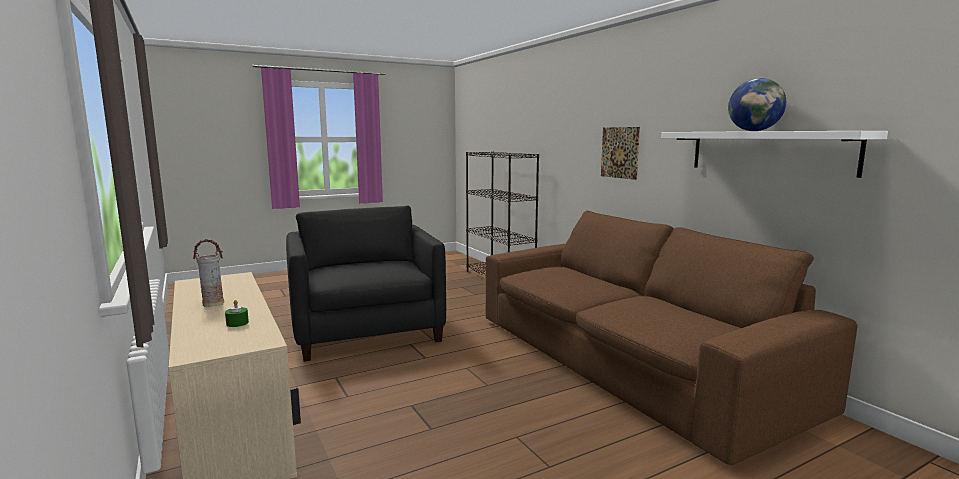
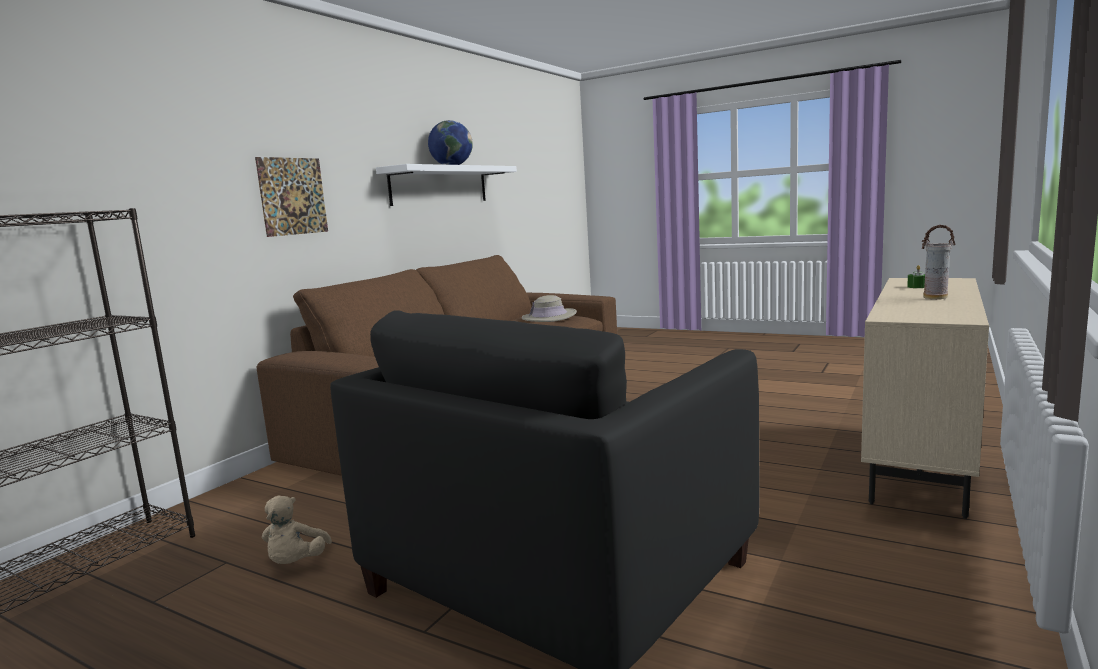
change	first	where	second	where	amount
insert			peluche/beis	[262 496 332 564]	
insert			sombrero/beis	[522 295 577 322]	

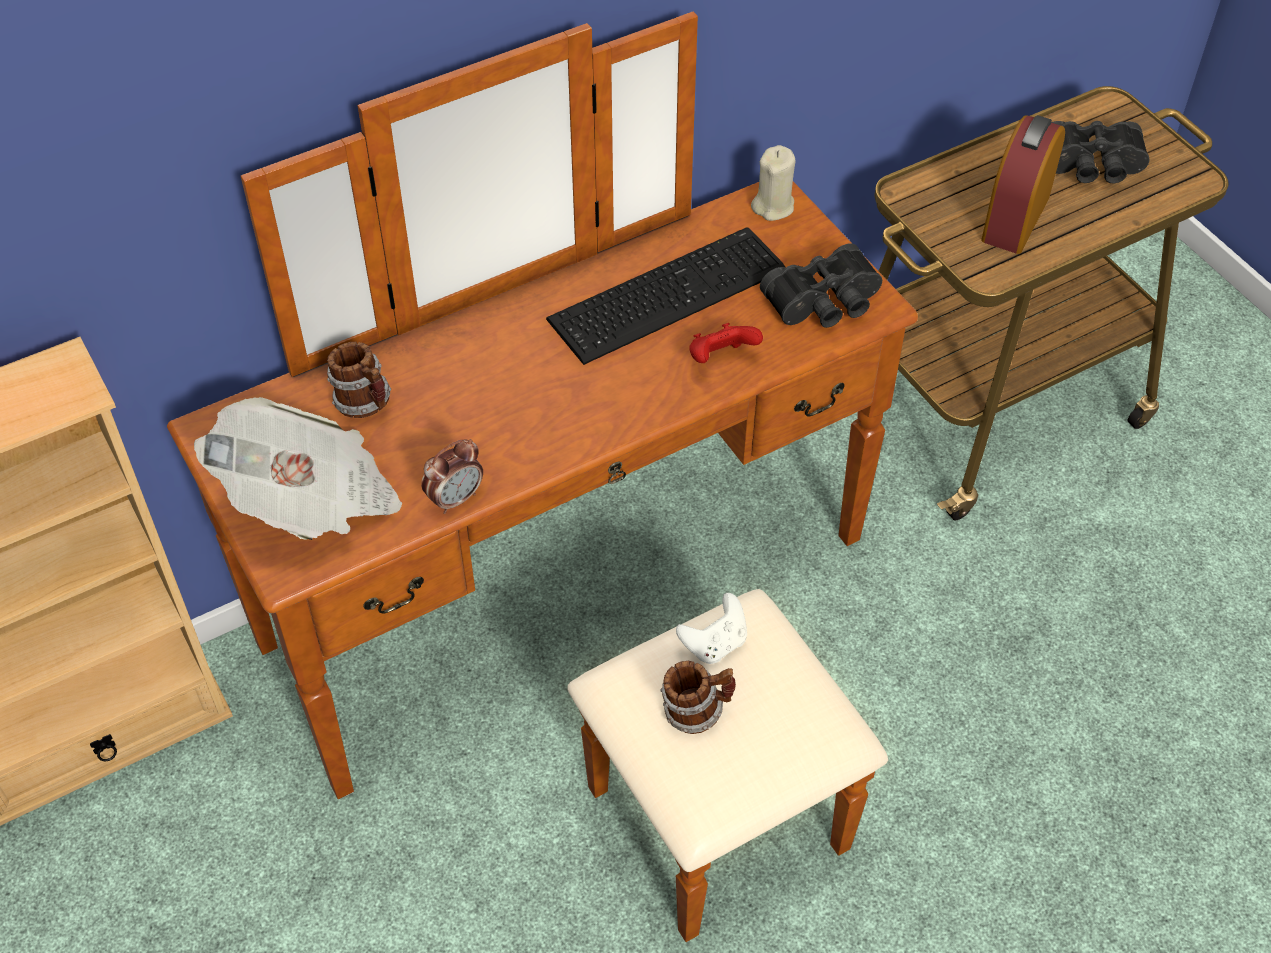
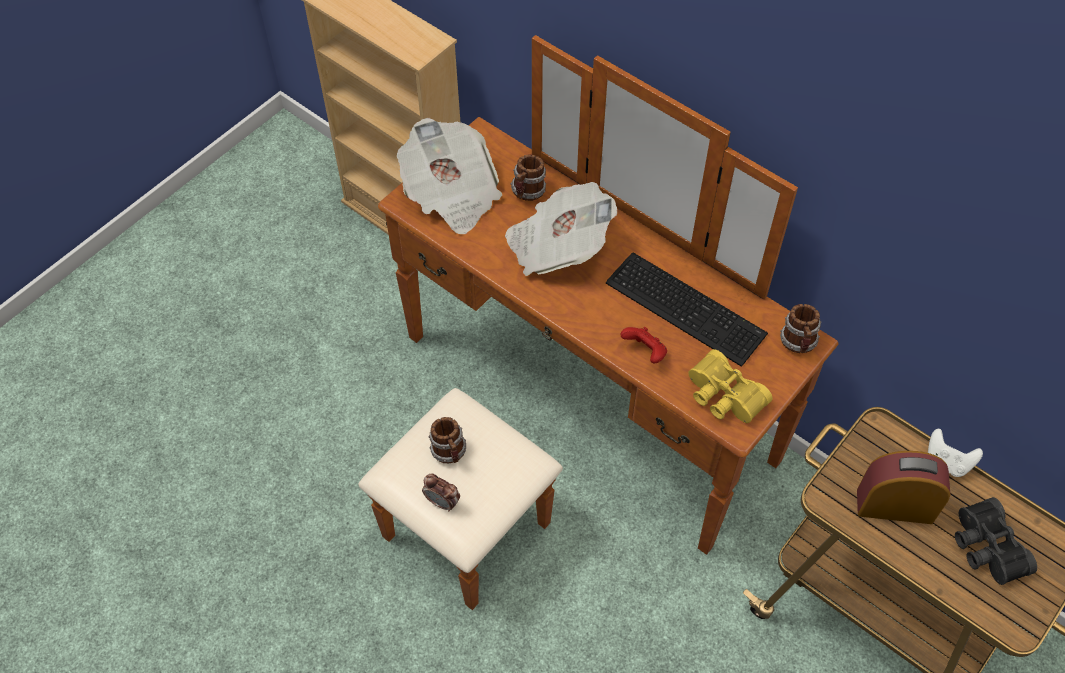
change	first	where	second	where	amount
insert			periódico	[505 182 617 276]	
move	despertador	[421 439 483 514]		[422 474 460 512]	
move	mando de consola/blanco	[676 593 747 664]		[928 429 983 477]	
replace	vela/beis	[751 145 795 221]	taza grande	[780 304 821 353]	
recolor	prismáticos/negro	[760 243 882 328]	prismáticos/amarillo	[688 349 772 423]	

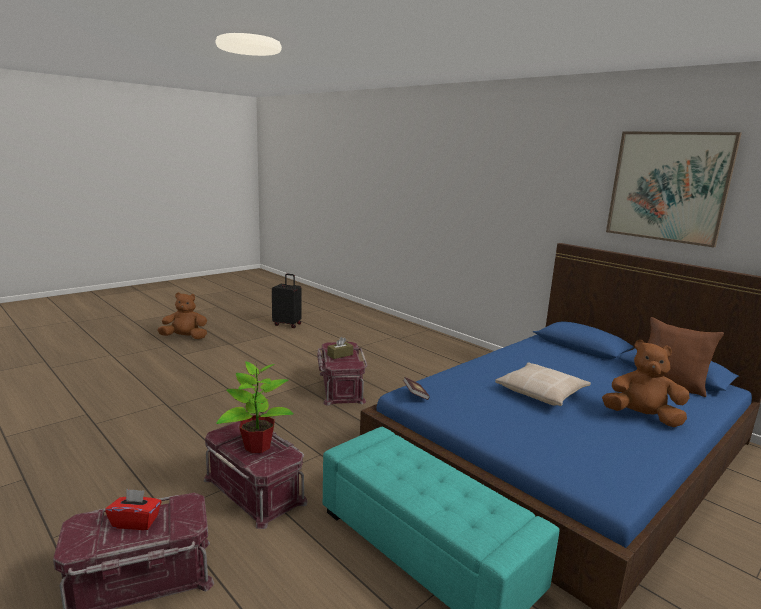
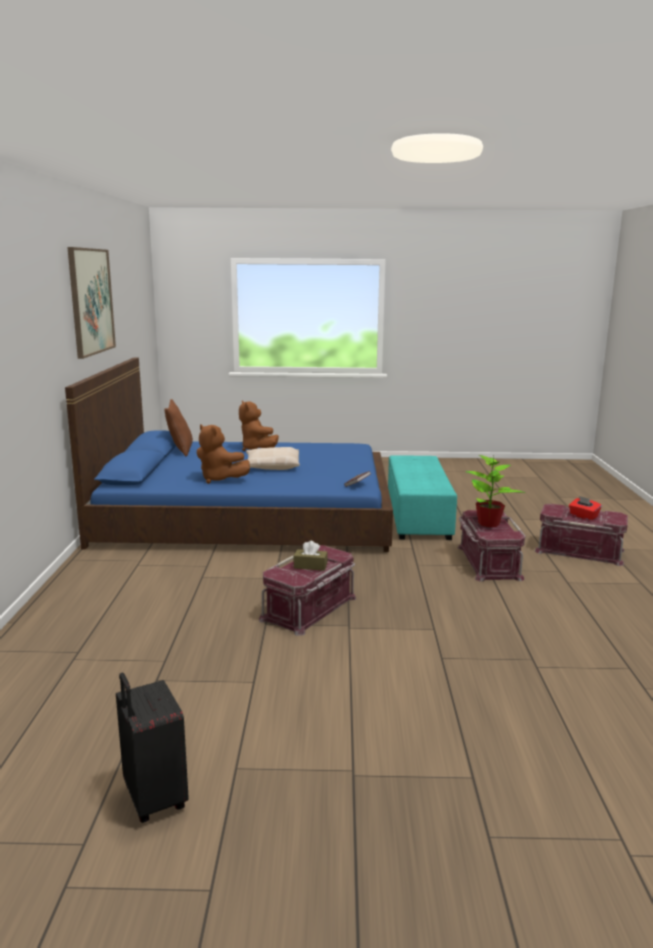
change	first	where	second	where	amount
move	peluche/marrón	[158 292 207 339]		[197 424 250 484]	

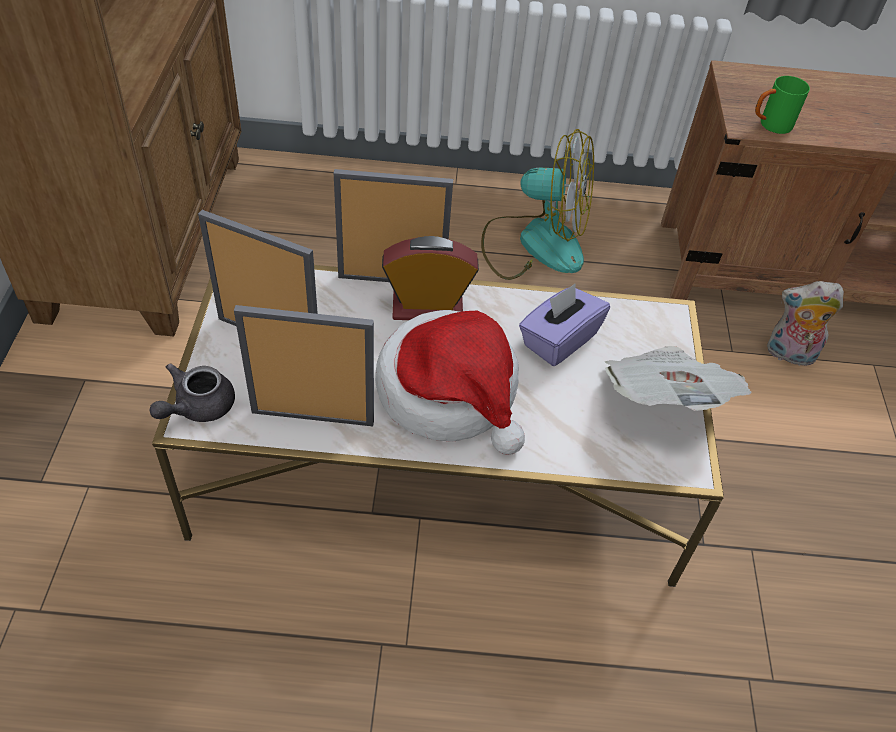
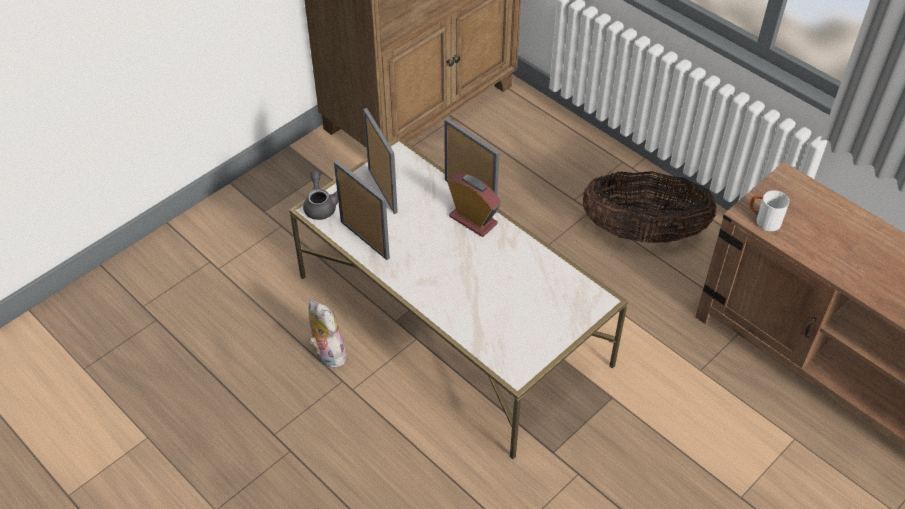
change	first	where	second	where	amount
delete	sombrero	[375 310 525 455]			
delete	caja de pañuelos/morado	[519 284 610 366]			
delete	periódico	[605 346 752 411]			
move	peluche	[767 281 844 369]		[309 300 346 368]	
replace	ventilador	[481 129 594 280]	cesta	[583 171 717 243]	
recolor	taza grande/verde	[755 76 810 134]	taza grande/blanco	[750 190 790 231]	
rotate	tetera/gris	[150 363 235 422]		[303 170 338 220]	90 degrees clockwise

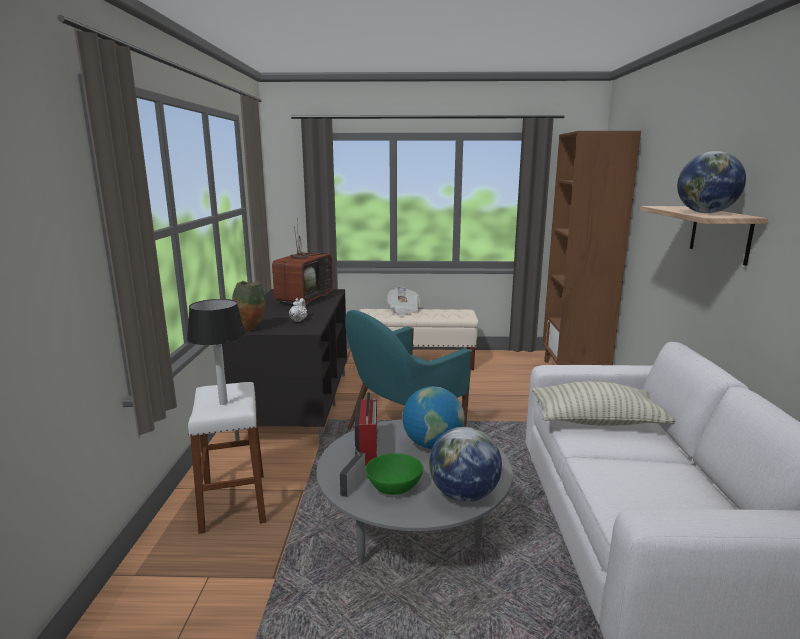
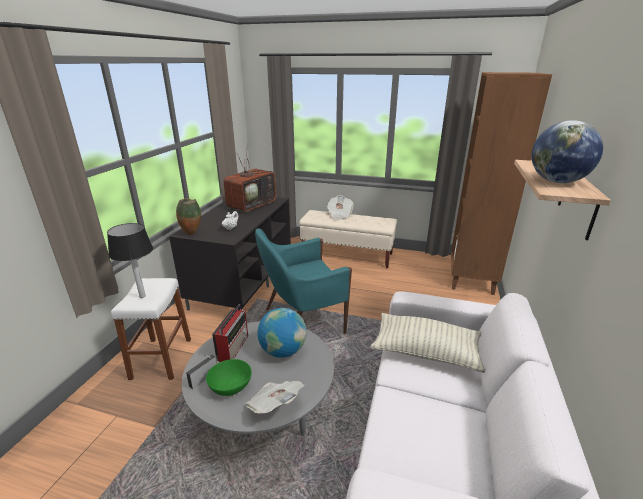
change	first	where	second	where	amount
replace	globo terráqueo	[429 426 502 502]	periódico	[245 380 304 414]	

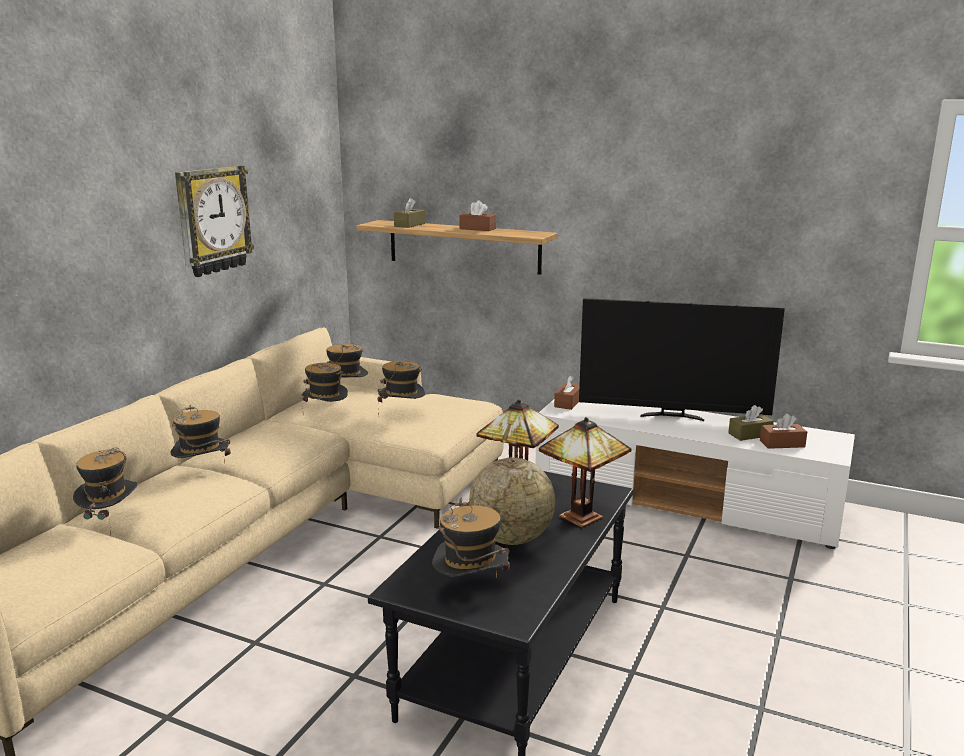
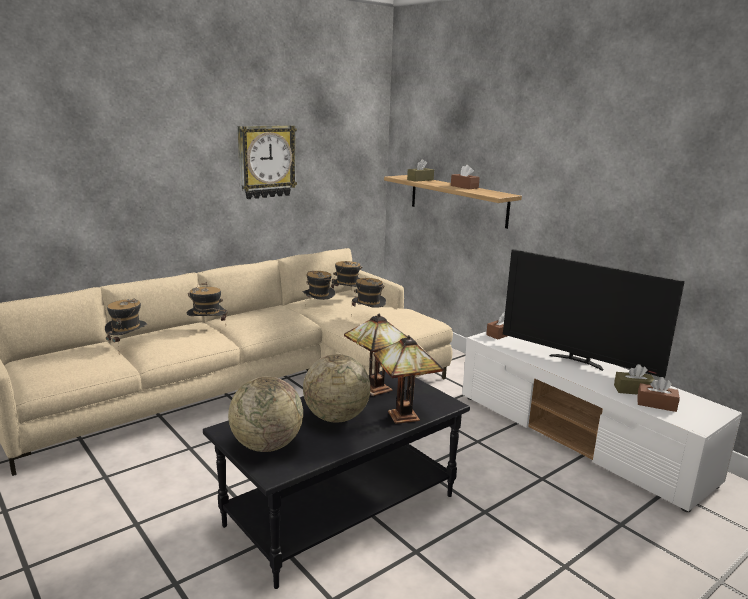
change	first	where	second	where	amount
replace	sombrero	[432 497 510 578]	globo terráqueo	[228 377 303 452]	

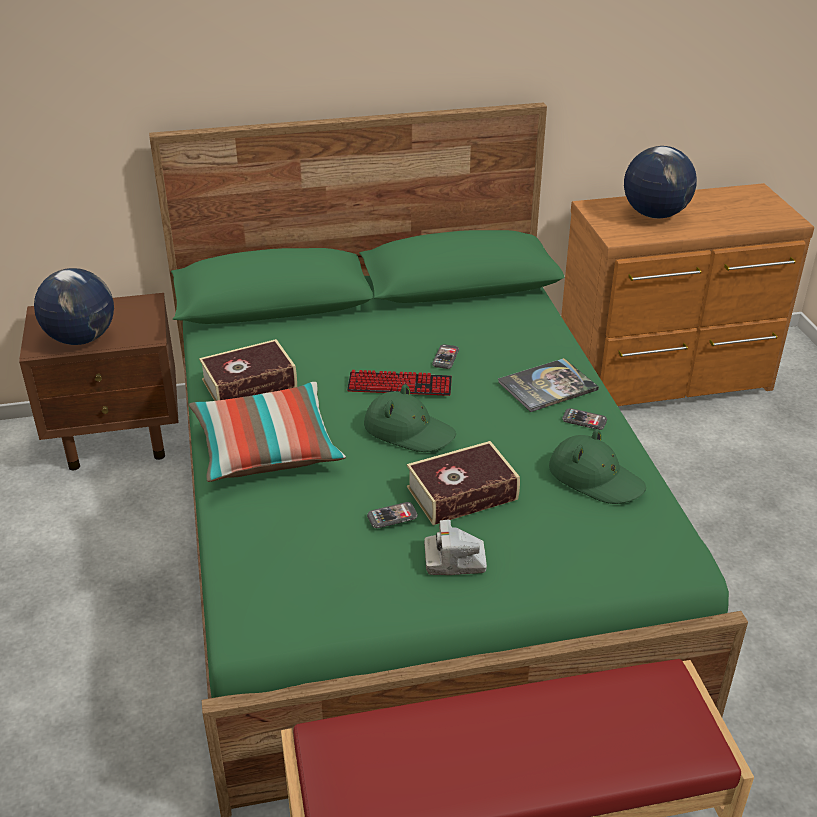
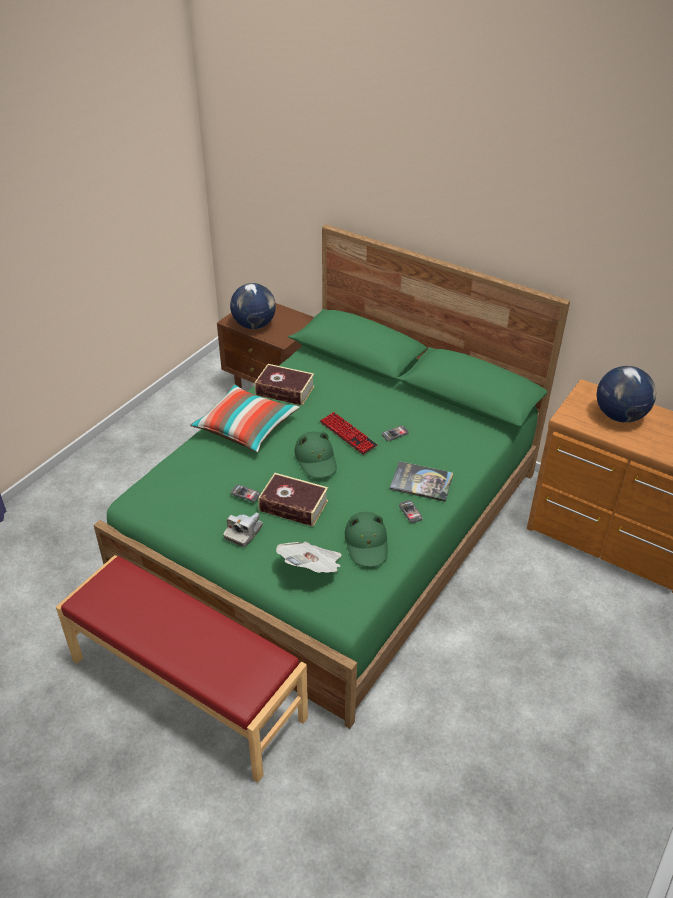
change	first	where	second	where	amount
insert			periódico	[276 542 342 573]	
rotate	cámara	[424 520 487 575]		[223 513 263 547]	105 degrees counterclockwise

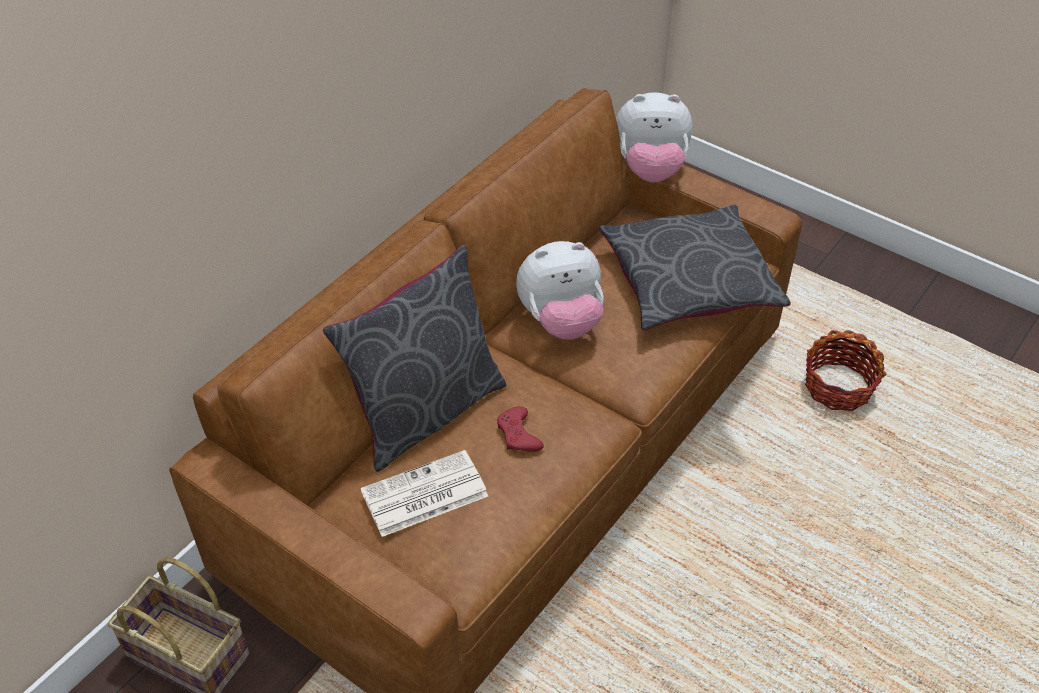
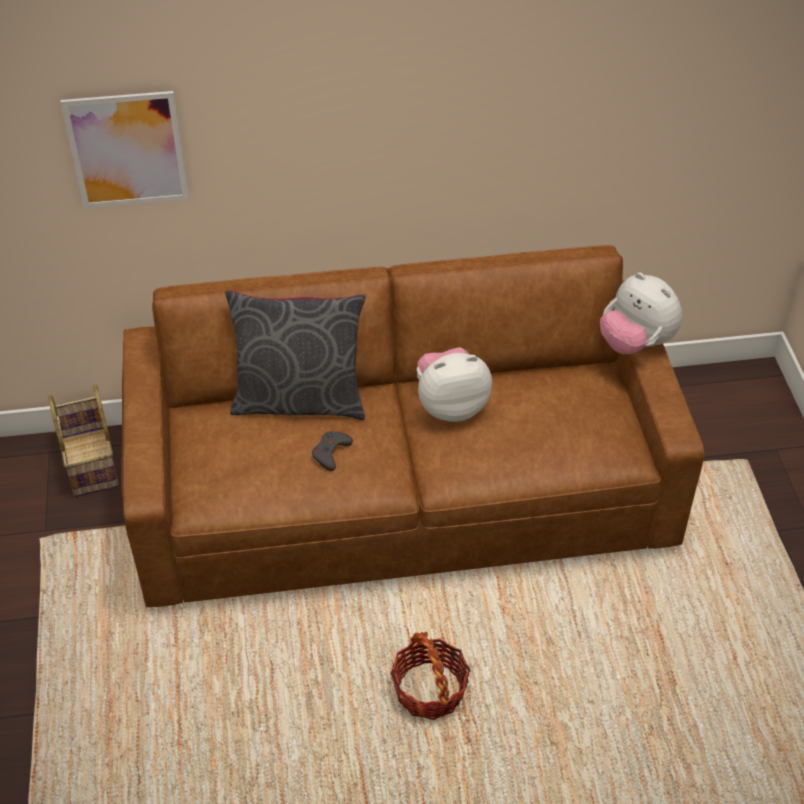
change	first	where	second	where	amount
delete	periódico	[360 450 488 537]			
delete	cojín/gris	[599 205 790 331]			
insert			cuadro	[61 91 189 208]	
move	cesta	[805 330 887 411]		[390 632 470 720]	
recolor	mando de consola/rojo	[497 406 544 452]	mando de consola/gris	[312 431 353 471]	
rotate	peluche	[516 241 604 340]		[417 347 492 422]	135 degrees clockwise

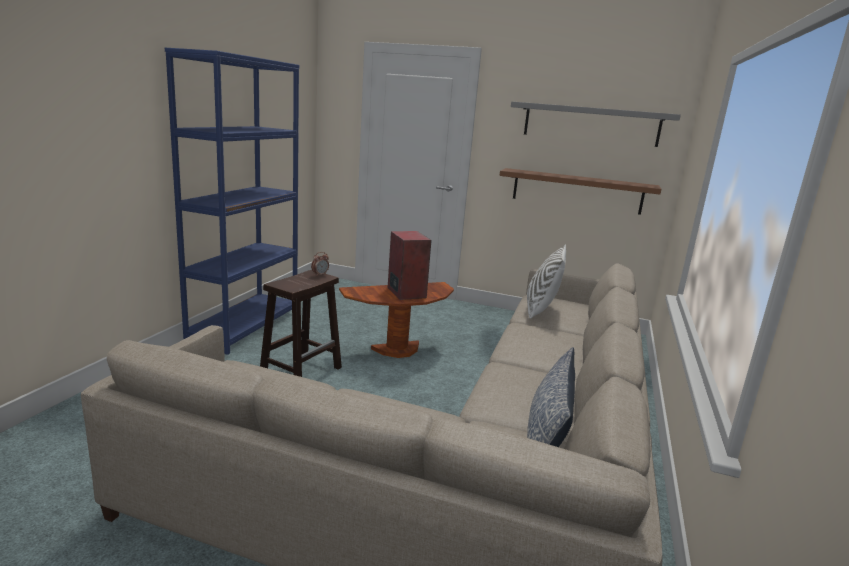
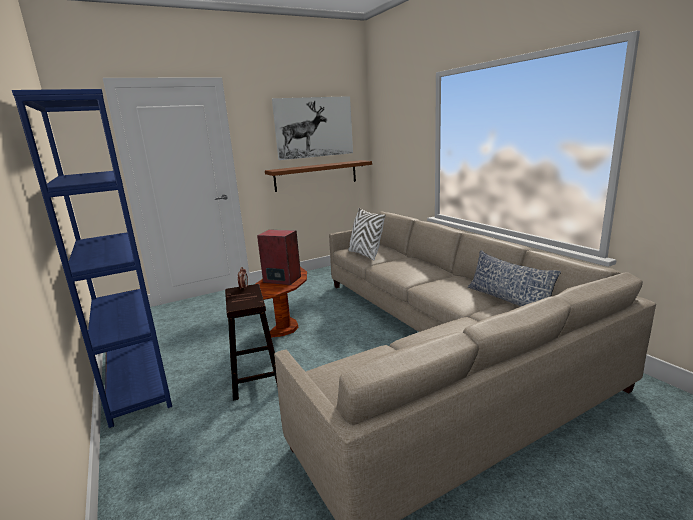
change	first	where	second	where	amount
replace	estante/gris	[511 101 681 147]	cuadro	[272 96 353 160]	

